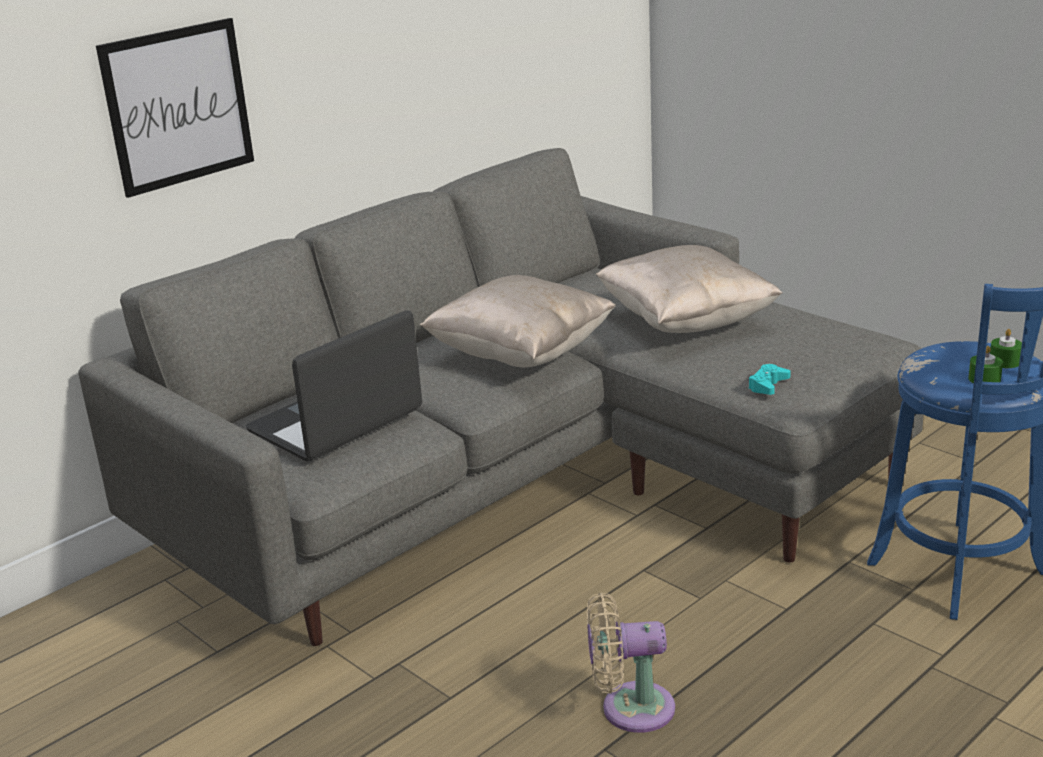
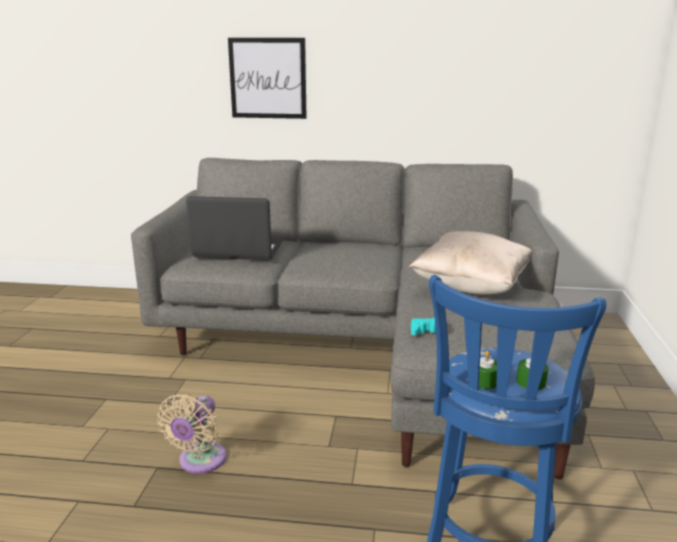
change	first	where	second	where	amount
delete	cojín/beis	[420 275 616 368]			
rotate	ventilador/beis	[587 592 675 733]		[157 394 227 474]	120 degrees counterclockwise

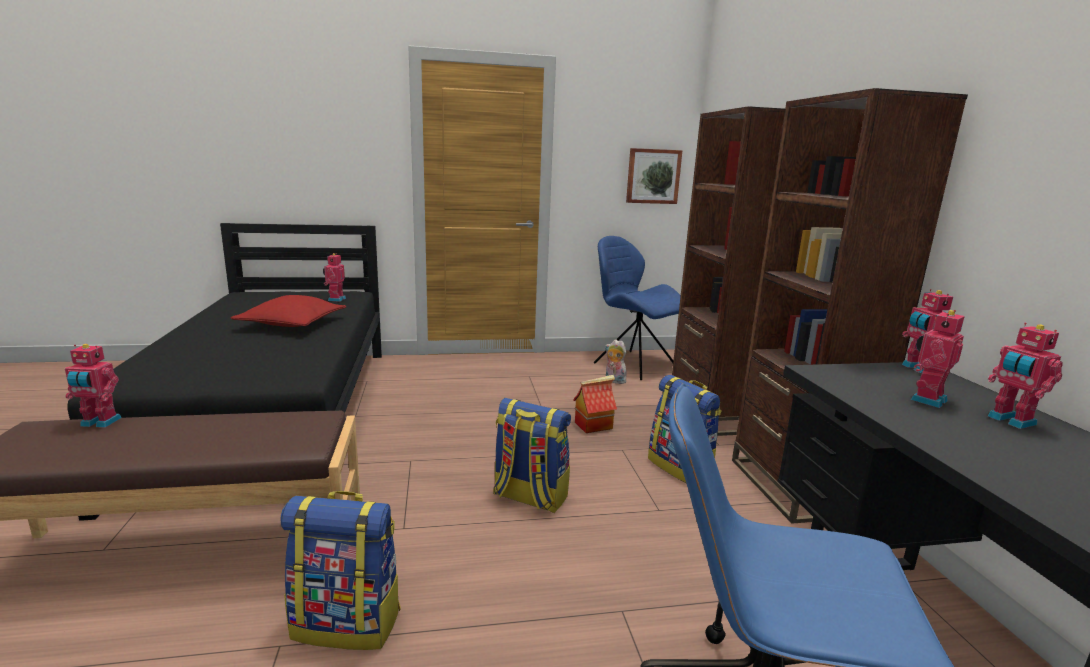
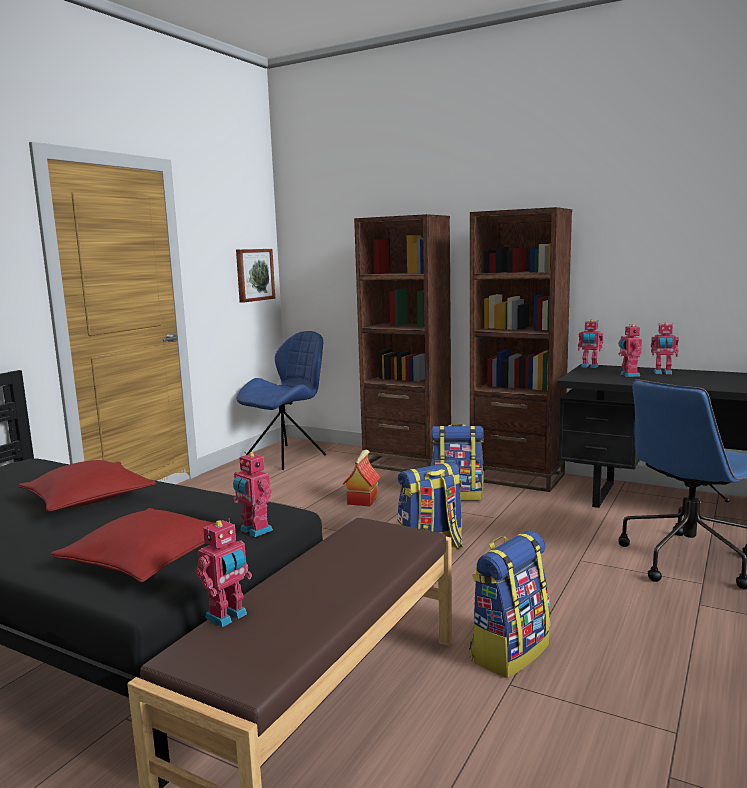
change	first	where	second	where	amount
delete	peluche	[605 339 627 384]			
insert			cojín/rojo	[50 508 236 582]	
move	robot de juguete	[323 253 346 302]		[233 452 273 537]	
rotate	silla/azul	[594 236 681 380]		[237 331 326 470]	135 degrees clockwise

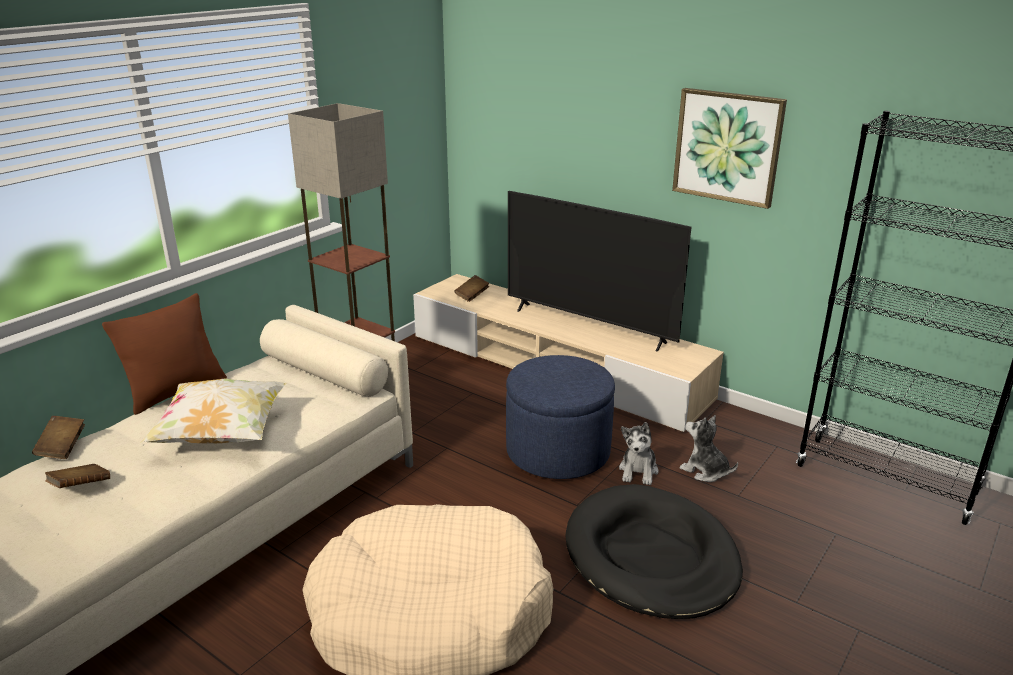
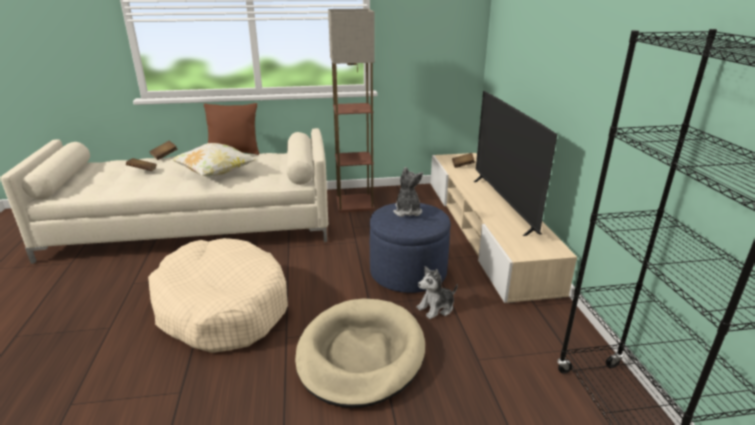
change	first	where	second	where	amount
delete	cuadro	[672 88 787 209]			
move	peluche	[680 415 738 482]		[393 167 423 217]	
recolor	cama para perro/negro	[566 484 743 619]	cama para perro/beis	[295 299 425 408]	

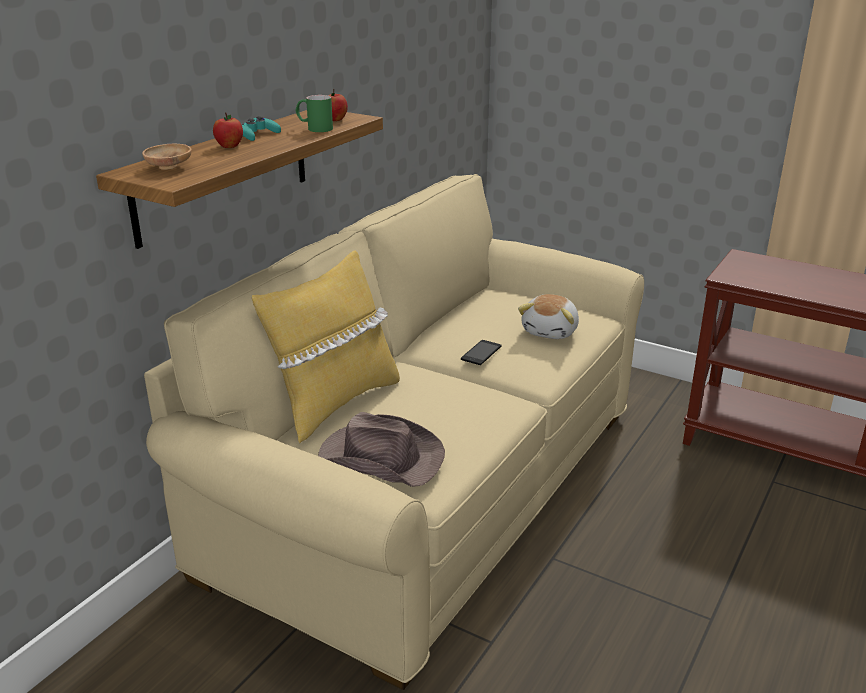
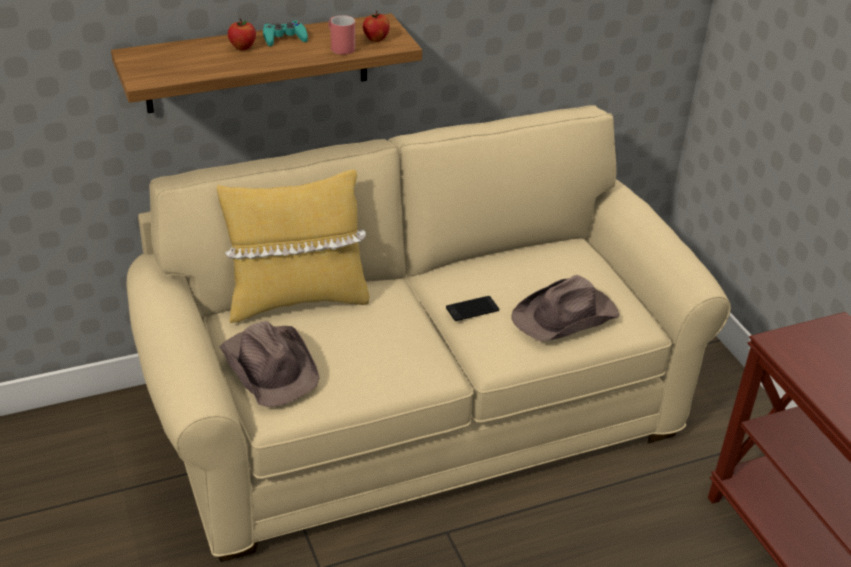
change	first	where	second	where	amount
delete	cuenco/marrón	[142 144 192 170]			
replace	peluche	[518 294 579 339]	sombrero/marrón	[511 275 620 341]	
recolor	taza grande/verde	[296 95 333 132]	taza grande/rojo	[328 15 355 55]	

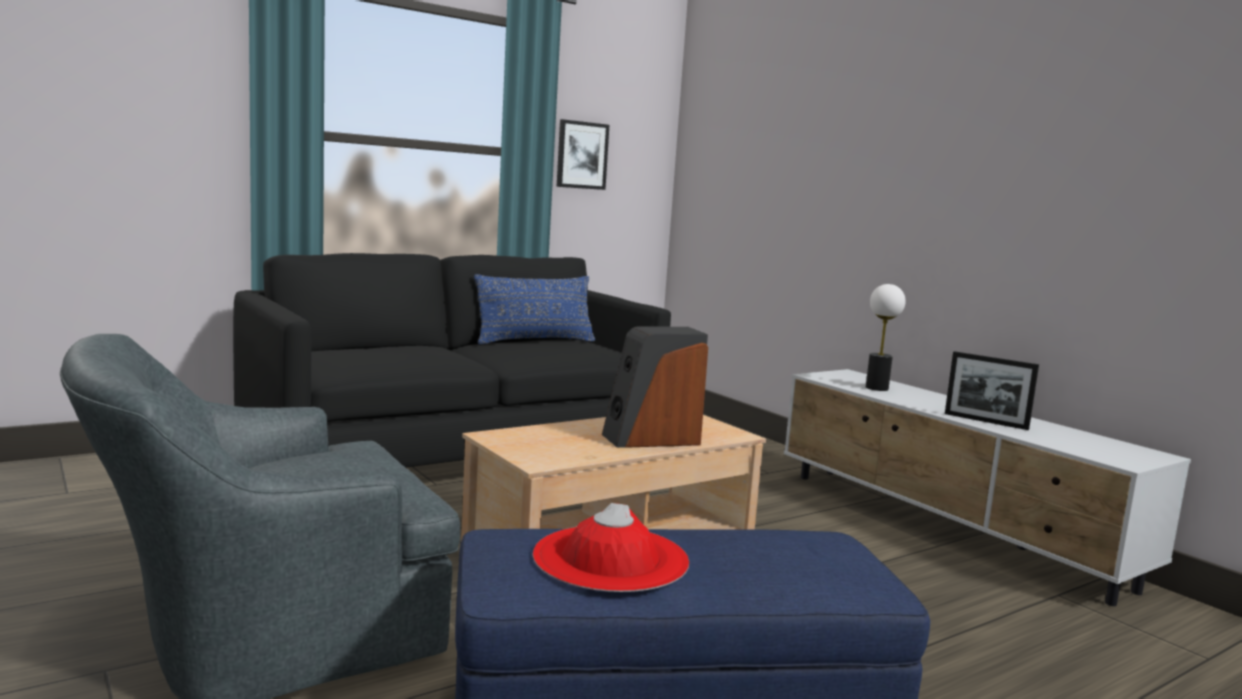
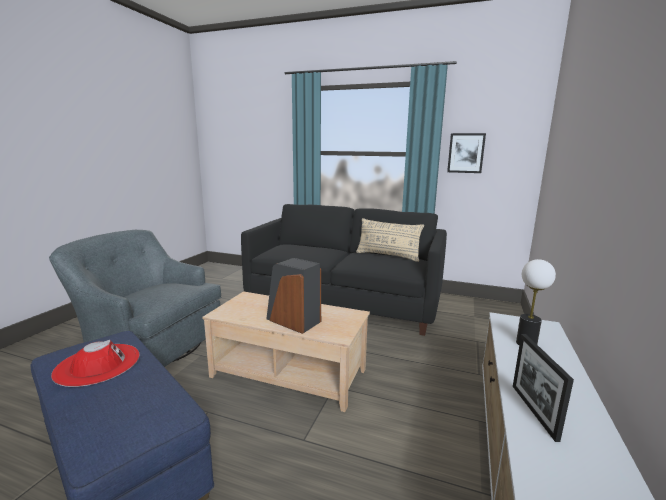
change	first	where	second	where	amount
recolor	cojín/azul	[474 274 595 344]	cojín/beis	[356 218 424 262]	

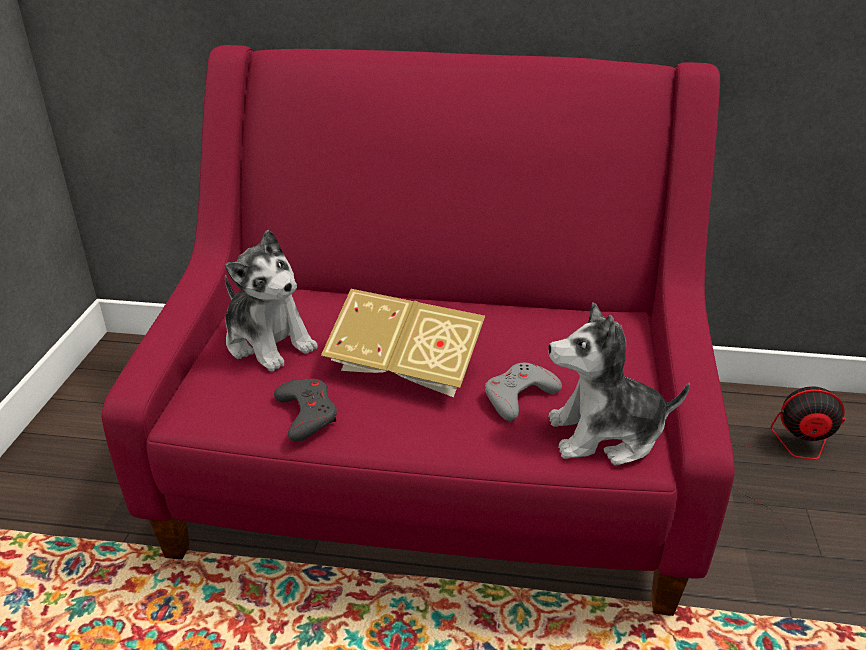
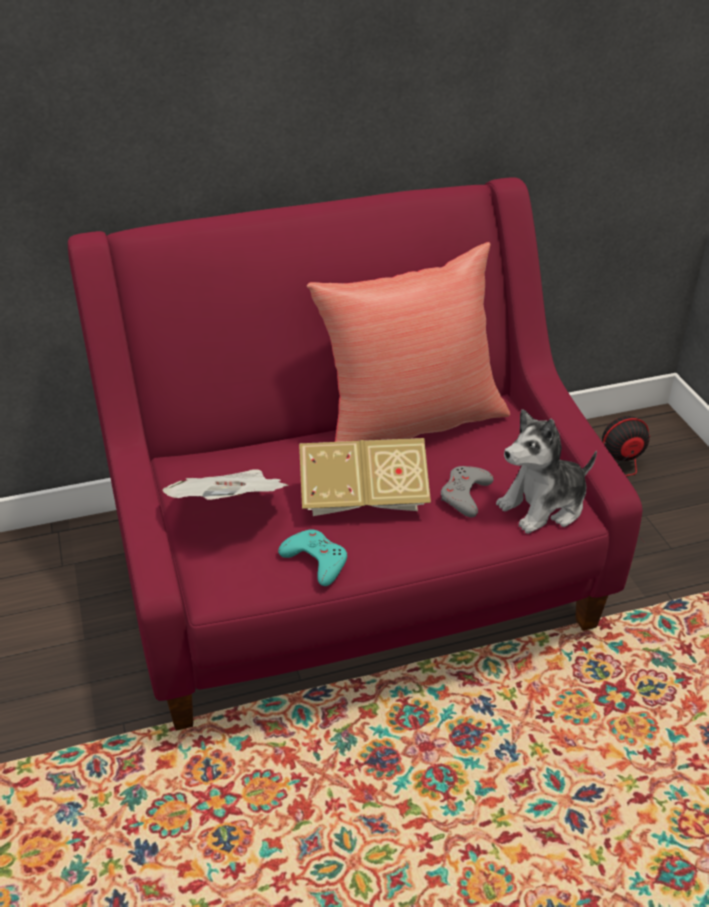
change	first	where	second	where	amount
insert			cojín/rojo	[307 242 510 442]	
replace	peluche	[225 230 318 372]	periódico	[162 469 289 500]	
recolor	mando de consola/gris	[274 379 337 442]	mando de consola/turquesa	[278 529 347 586]	

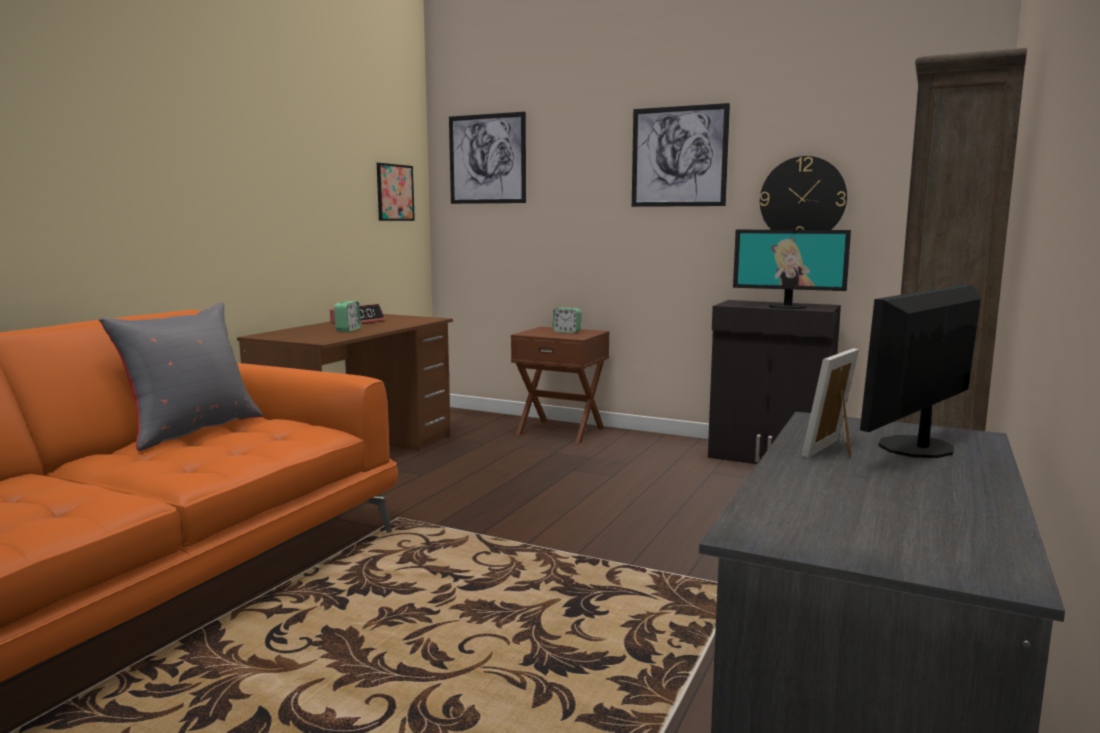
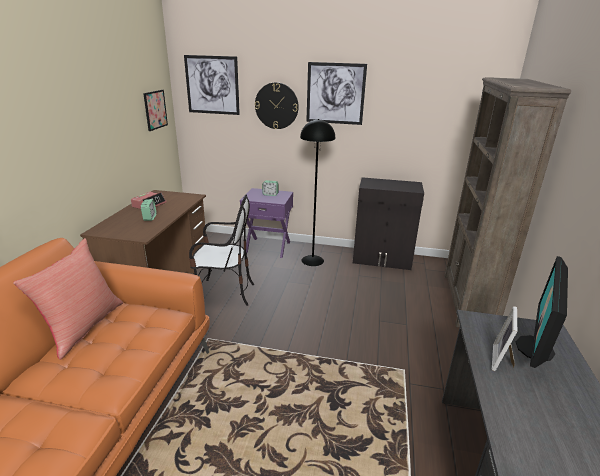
change	first	where	second	where	amount
delete	monitor	[733 230 851 309]			
insert			silla	[189 195 254 306]	
insert			lámpara de pie/negro	[300 119 335 266]	
move	reloj de pared	[760 156 847 230]		[255 82 299 129]	
recolor	cojín/gris	[99 302 263 451]	cojín/rojo	[13 238 123 360]	
recolor	mesita de noche/marrón	[511 327 610 444]	mesita de noche/morado	[240 188 293 258]	

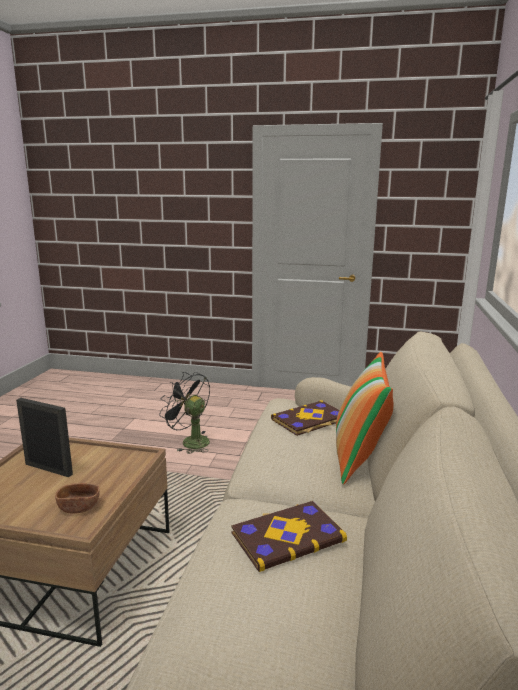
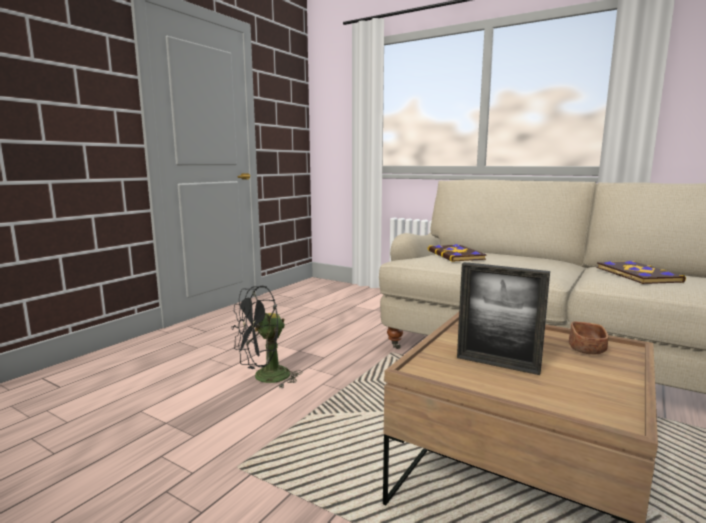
change	first	where	second	where	amount
delete	cojín	[336 352 393 485]			
rotate	portarretratos	[16 398 73 477]		[457 262 550 375]	105 degrees counterclockwise

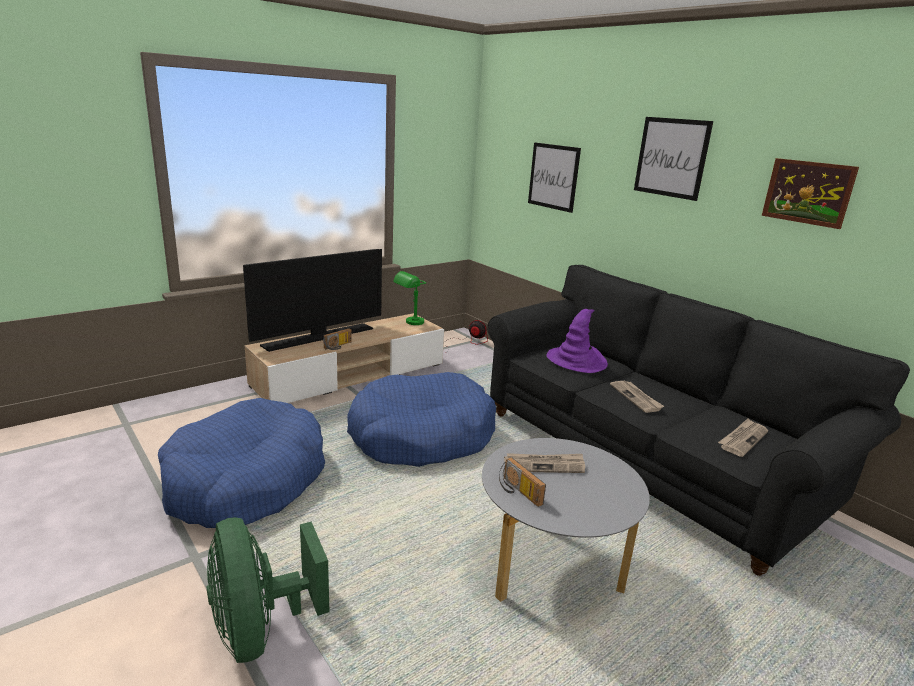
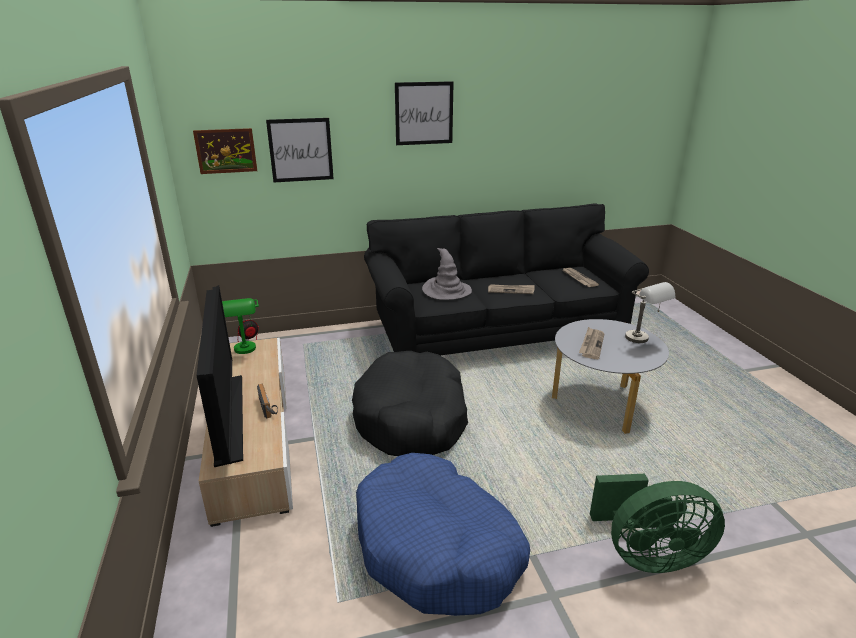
change	first	where	second	where	amount
delete	radio	[499 457 546 507]			
insert			lámpara de mesa/gris	[625 282 675 343]	
move	cuadro	[762 158 859 229]		[193 128 257 174]	
recolor	cama para perro/azul	[347 372 496 467]	cama para perro/negro	[352 351 468 456]	
recolor	sombrero/morado	[546 309 608 373]	sombrero/gris	[422 248 472 300]	

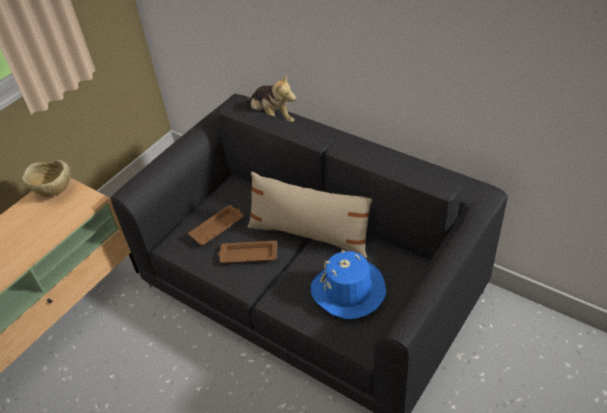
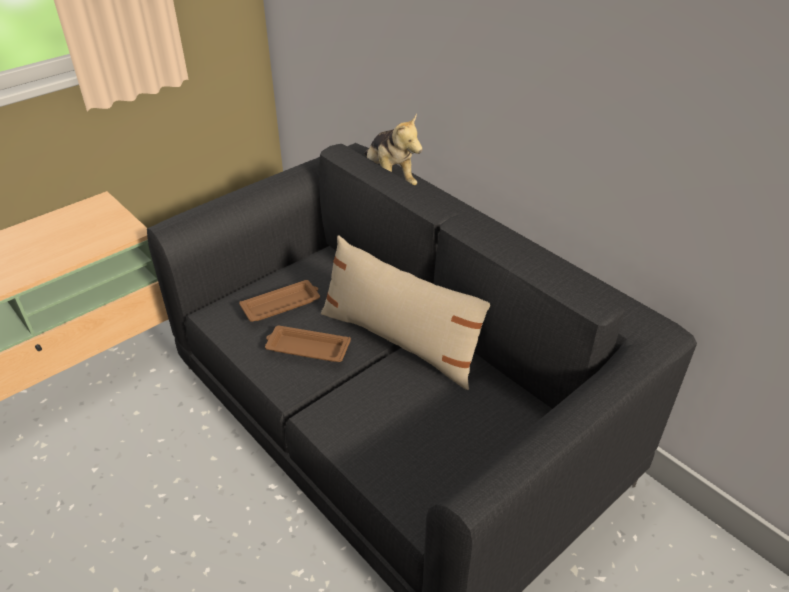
change	first	where	second	where	amount
delete	cuenco/beis	[22 160 70 197]			
delete	sombrero/azul	[311 250 386 319]			

